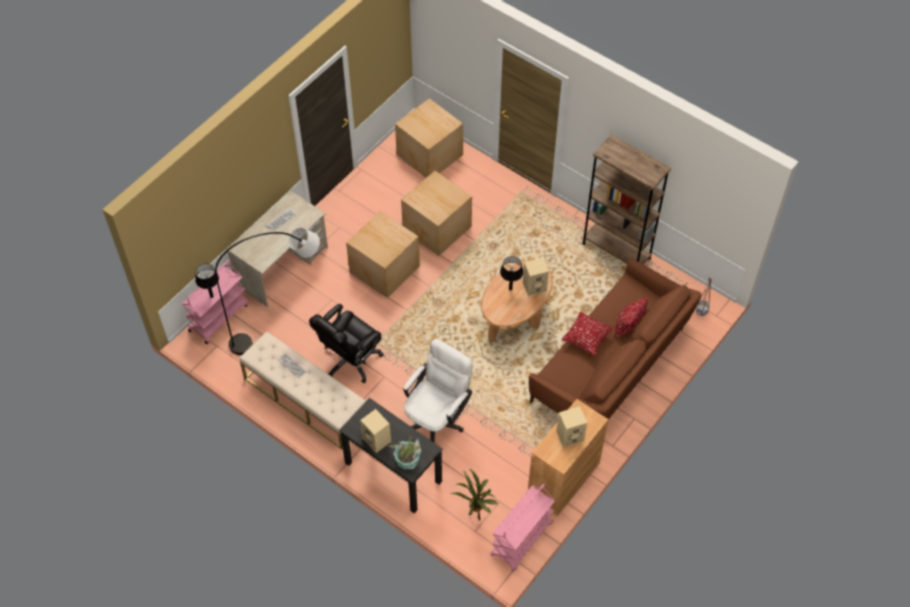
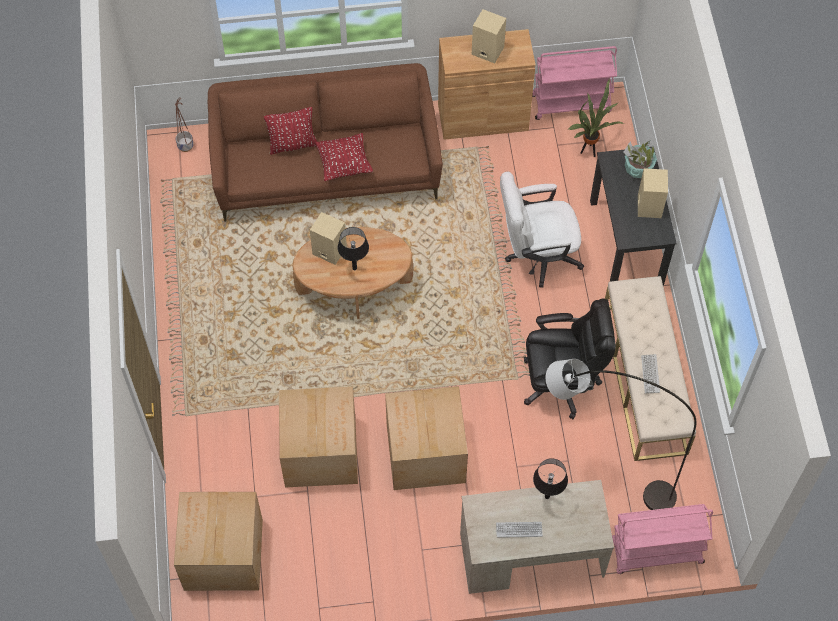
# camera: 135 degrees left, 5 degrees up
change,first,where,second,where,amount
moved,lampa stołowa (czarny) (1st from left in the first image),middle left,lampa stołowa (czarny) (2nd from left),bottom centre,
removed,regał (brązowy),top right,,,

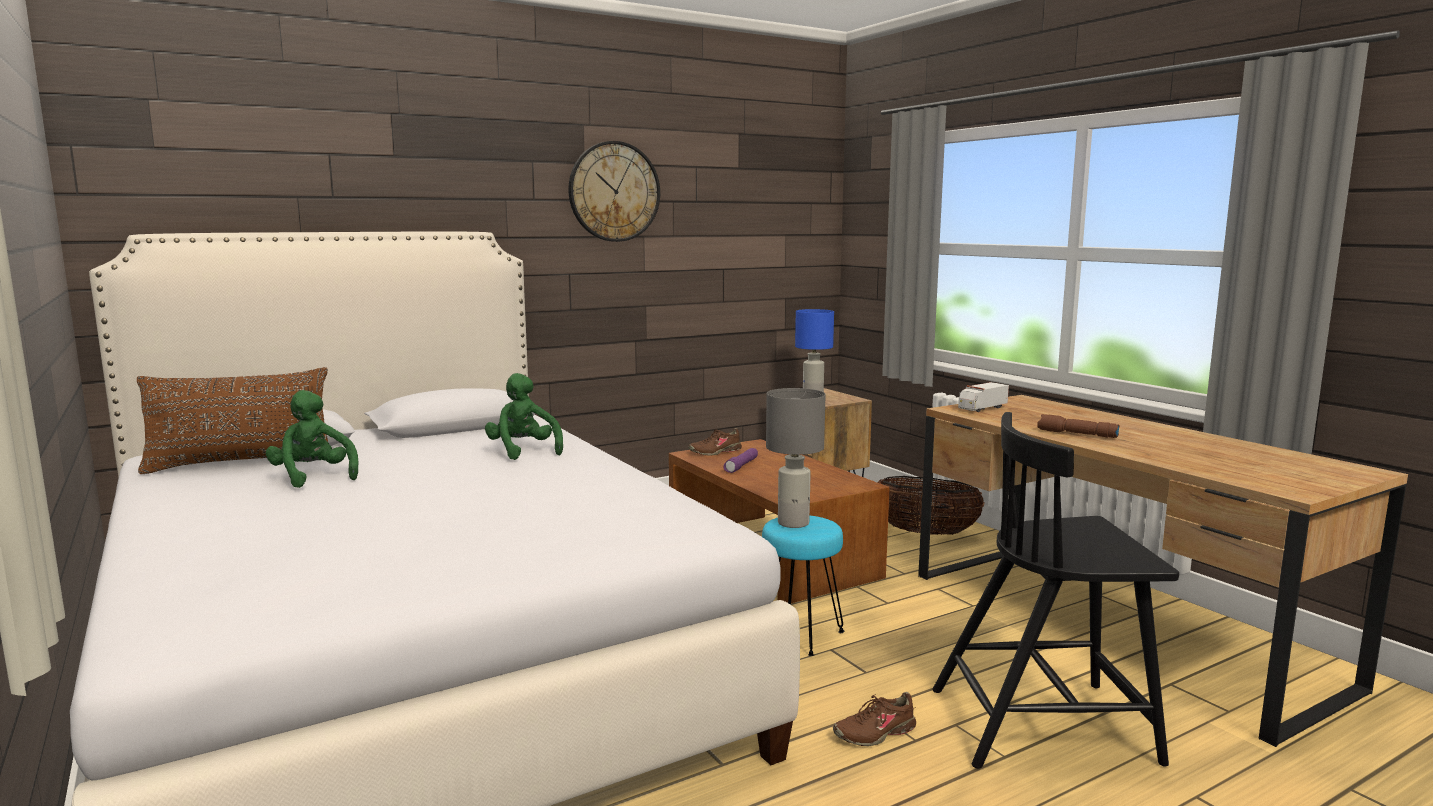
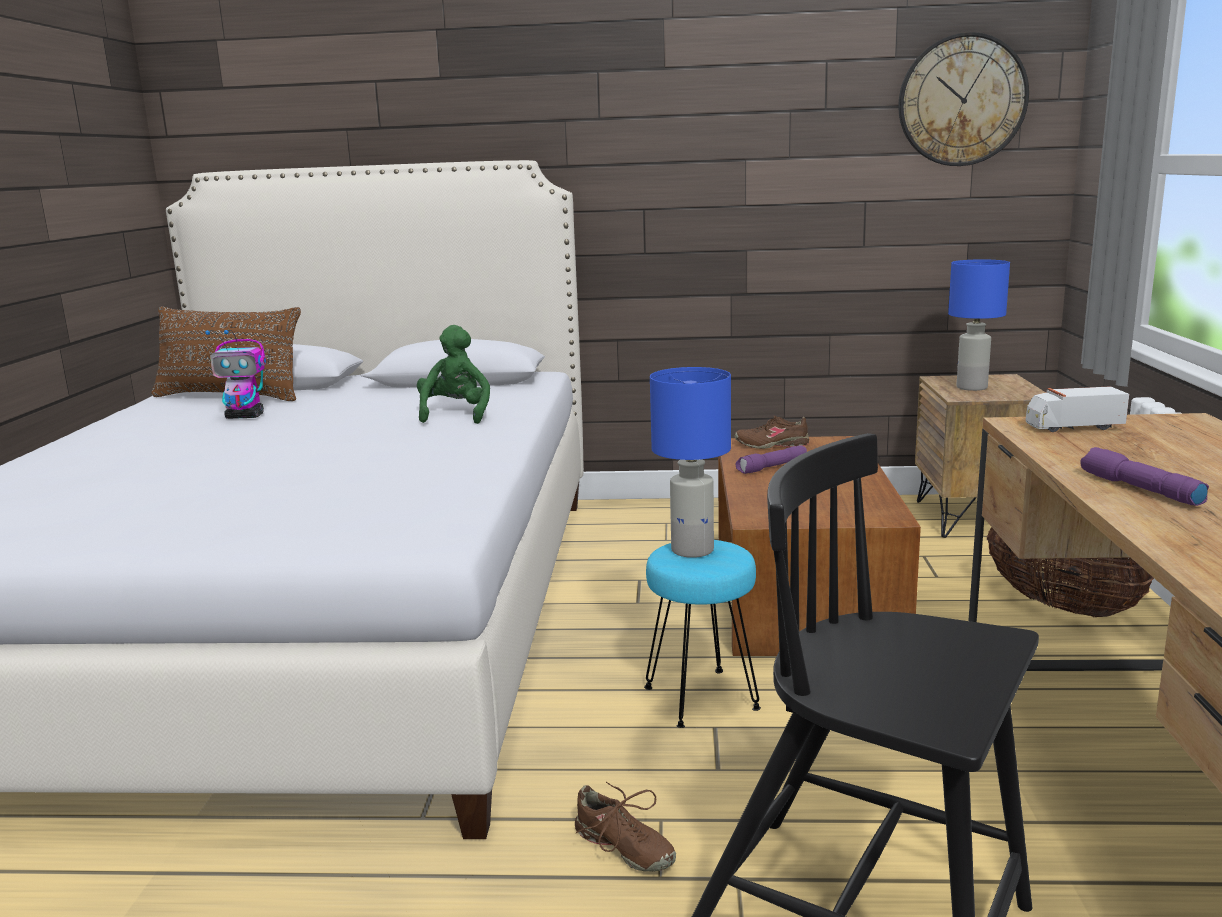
# camera: 35 degrees right, 5 degrees up
change,first,where,second,where,amount
replaced,pluszak (zielony) (1st from left),middle left,robot zabawkowy,middle left,
moved,zegar ścienny,top centre,,top right,
recoloured,lampa stołowa (szary),centre,lampa stołowa (niebieski) (1st from left),centre,
turned,but (brązowy) (2nd from left in the first image),bottom centre,but (brązowy) (1st from left),bottom centre,150 degrees counterclockwise
recoloured,latarka (brązowy),middle right,latarka (fioletowy) (2nd from left),middle right,

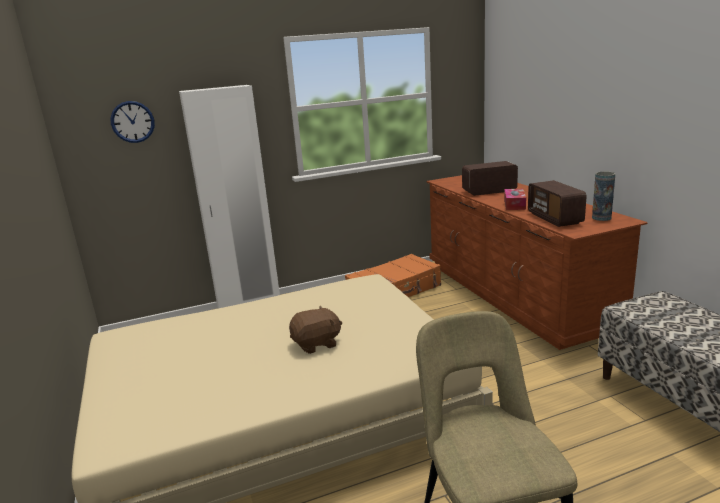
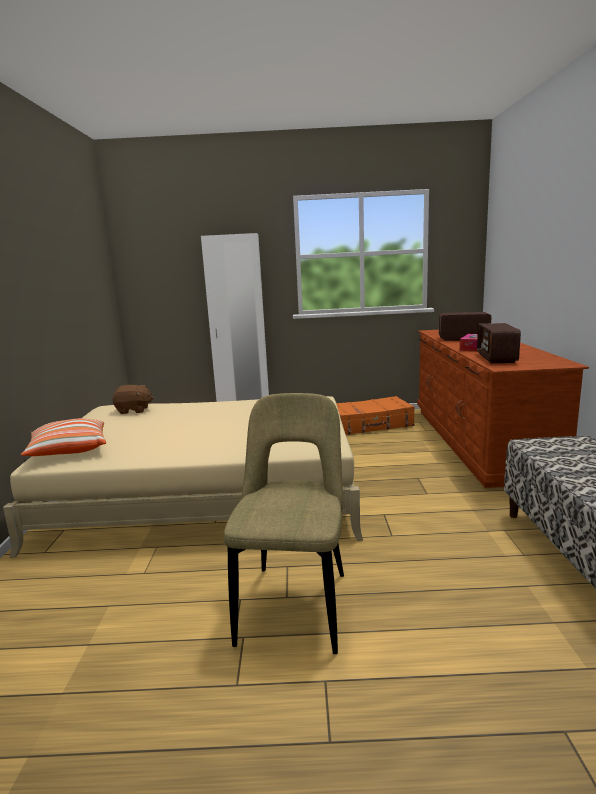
# camera: 20 degrees right, 5 degrees down
change,first,where,second,where,amount
removed,zegar ścienny,top left,,,
moved,pluszak (brązowy),centre,,middle left,
removed,wazon,middle right,,,
added,,,poduszka,middle left,

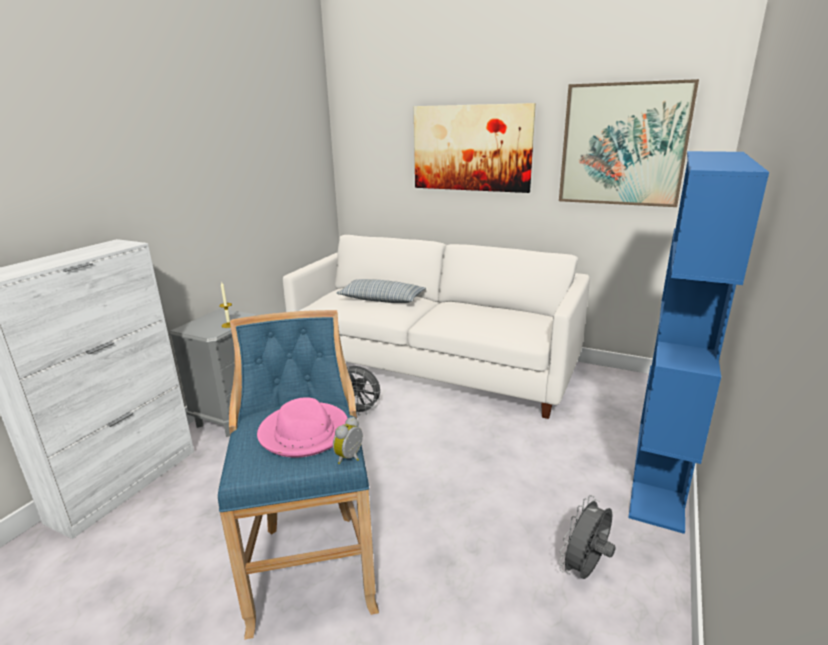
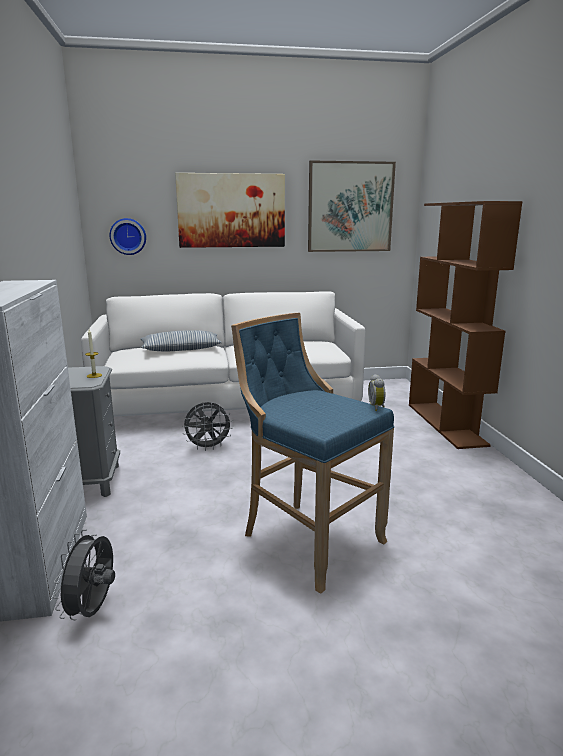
# camera: 35 degrees left, 5 degrees down
change,first,where,second,where,amount
removed,kapelusz (różowy),centre,,,
moved,wentylator (szary) (2nd from left in the first image),bottom right,wentylator (szary) (1st from left),bottom left,
recoloured,regał (niebieski),middle right,regał (brązowy),middle right,
added,,,zegar ścienny,top left,

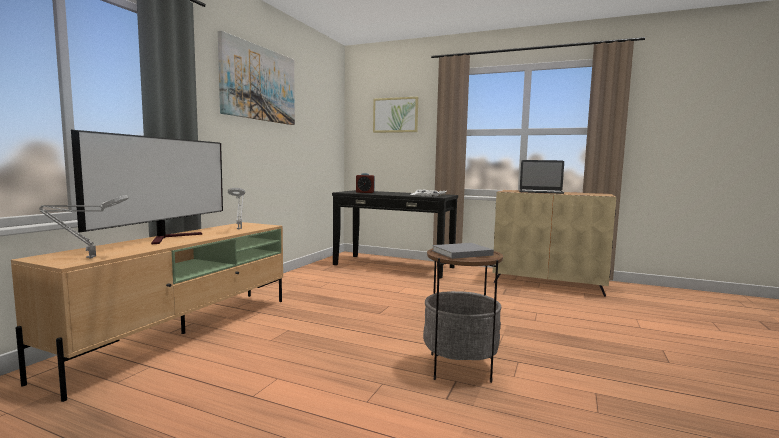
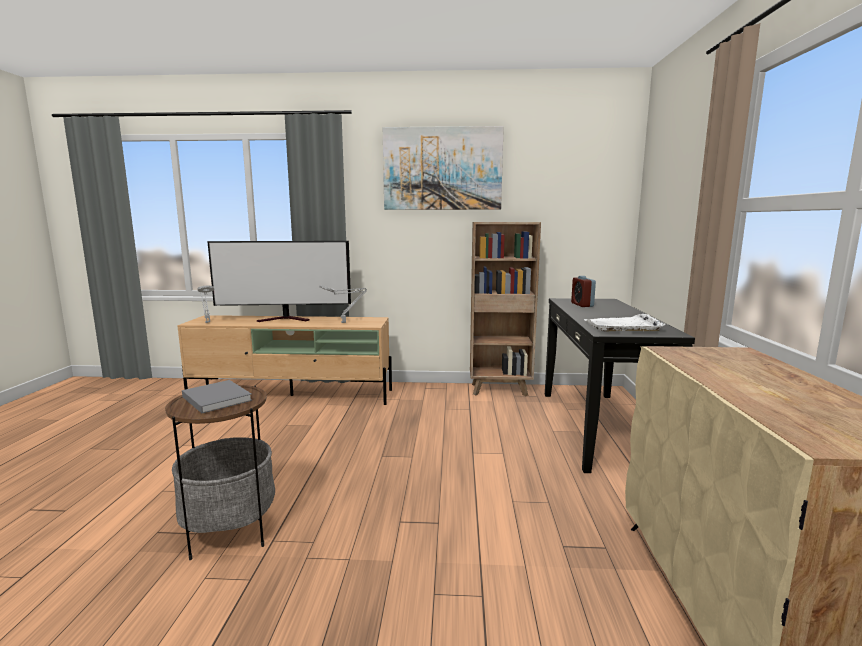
# camera: 70 degrees right, 5 degrees up
change,first,where,second,where,amount
removed,obraz (2nd from left),top centre,,,
removed,laptop,middle right,,,
added,,,regał (brązowy),centre,

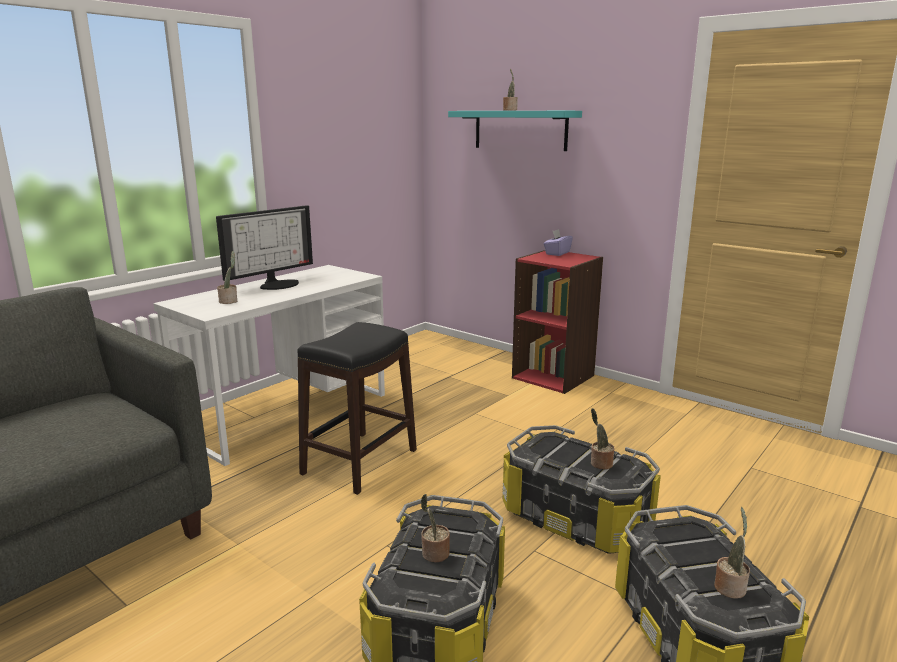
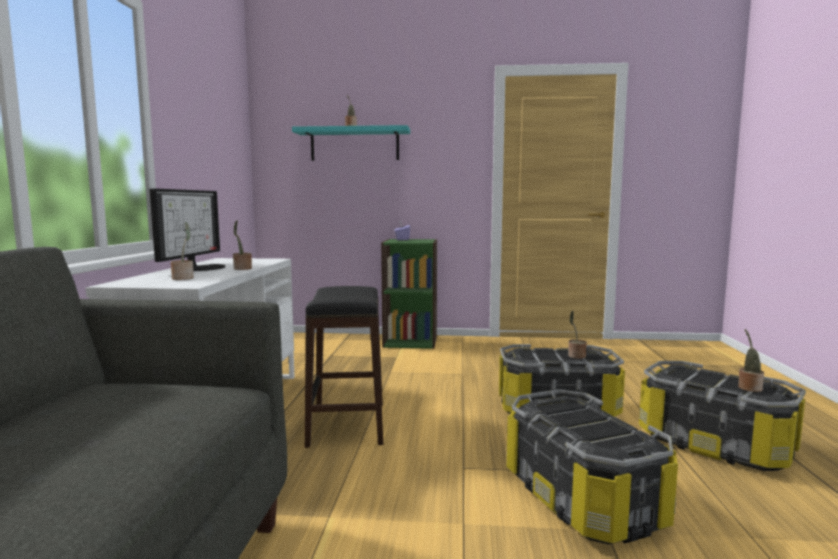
# camera: 35 degrees left, 10 degrees down
change,first,where,second,where,amount
moved,roślina doniczkowa (2nd from left),bottom centre,,middle left,
recoloured,regał (czerwony),centre,regał (zielony),centre,

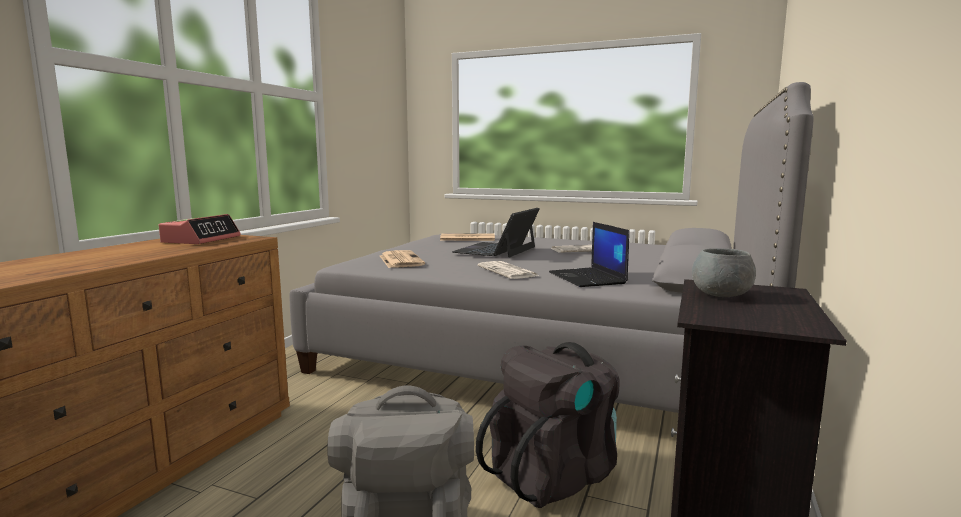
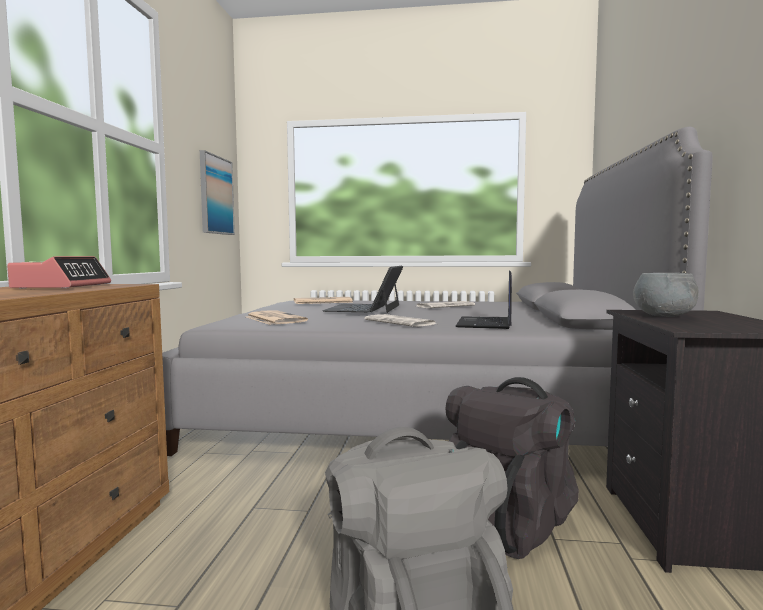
# camera: 15 degrees left, 5 degrees down
change,first,where,second,where,amount
turned,laptop (2nd from left),centre,,centre,45 degrees clockwise
added,,,obraz,top left,

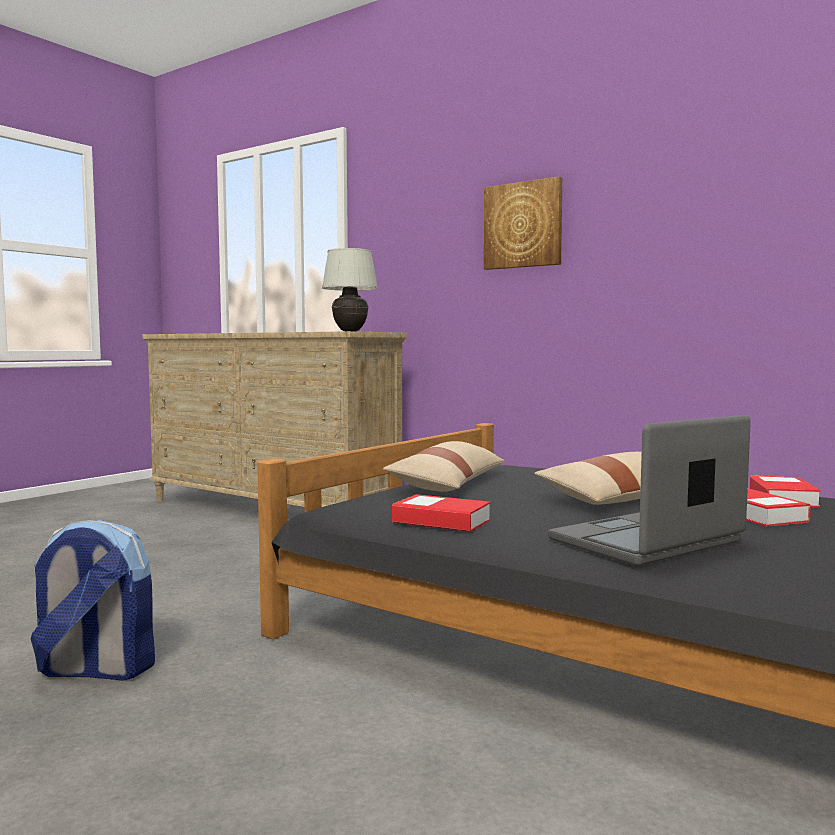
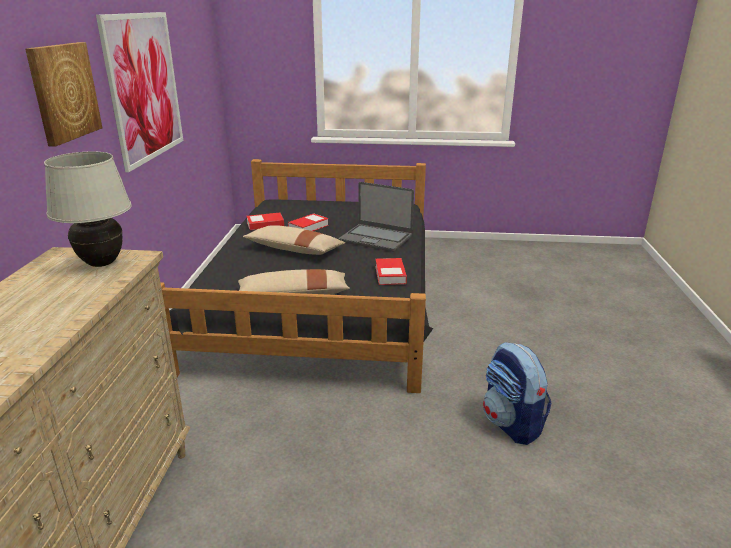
# camera: 120 degrees left, 20 degrees up
change,first,where,second,where,amount
added,,,obraz (2nd from left),top left,

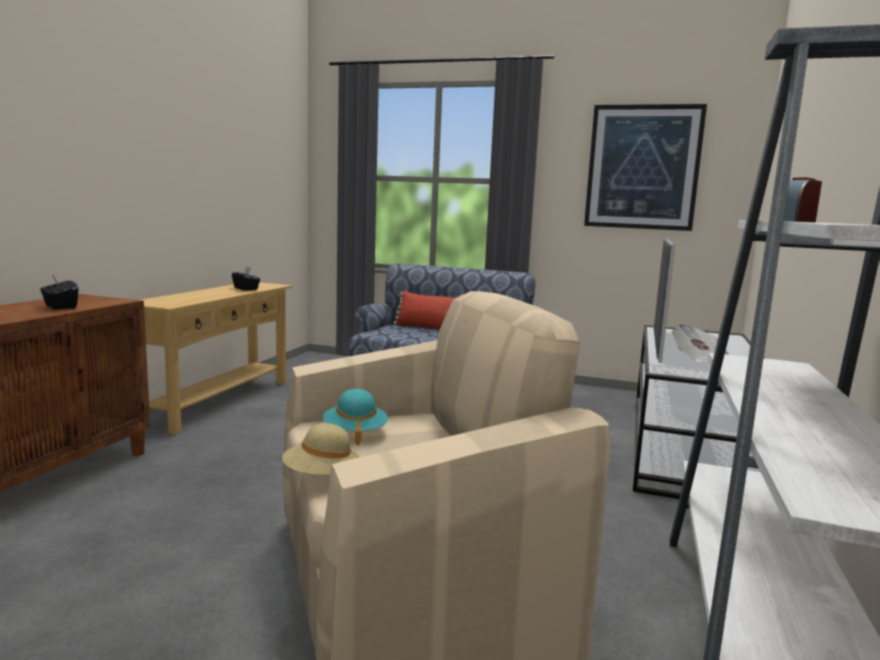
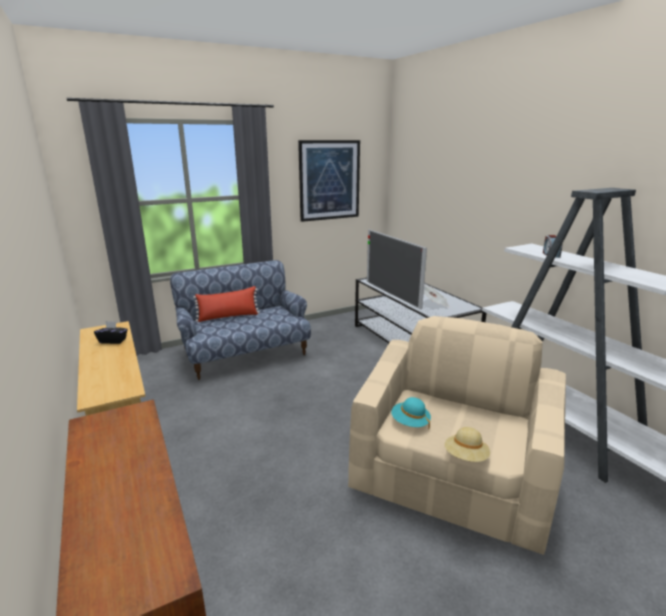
# camera: 45 degrees left, 10 degrees up
change,first,where,second,where,amount
removed,pudełko chusteczek (czarny) (1st from left),middle left,,,

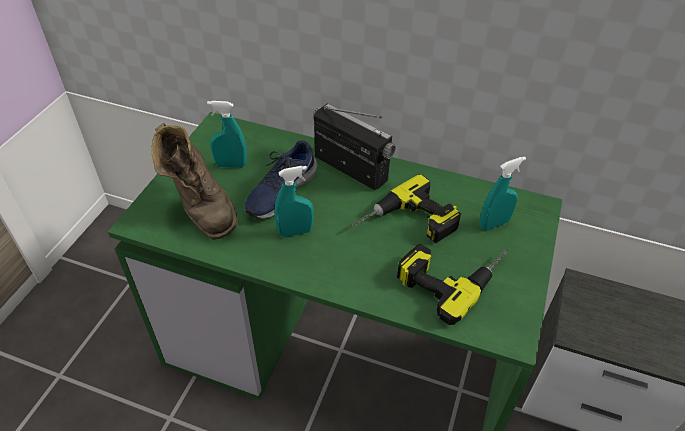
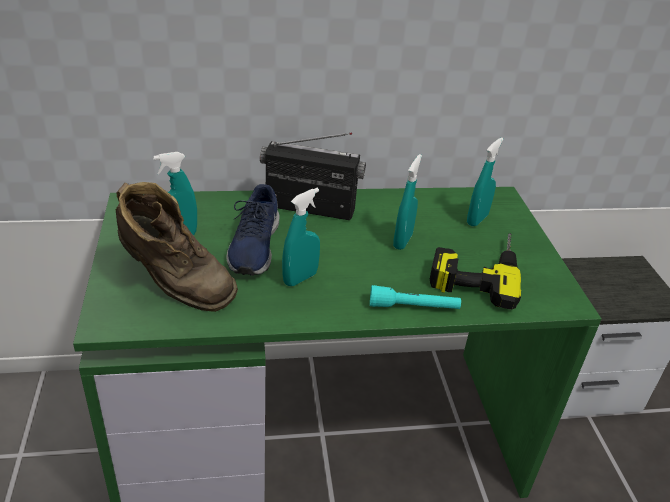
# camera: 30 degrees left, 10 degrees down
change,first,where,second,where,amount
replaced,wiertarka (1st from left),centre,spryskiwacz (turkusowy) (3rd from left),centre,
added,,,latarka (turkusowy),centre,

